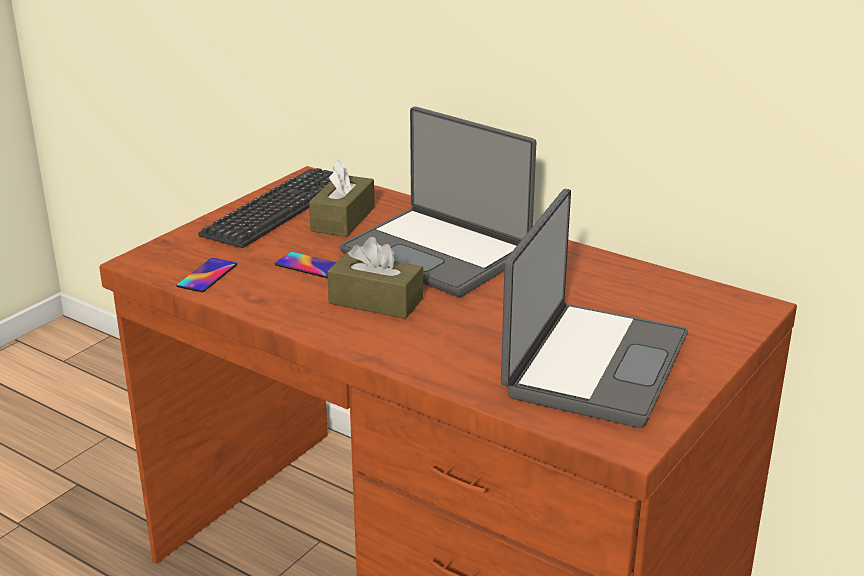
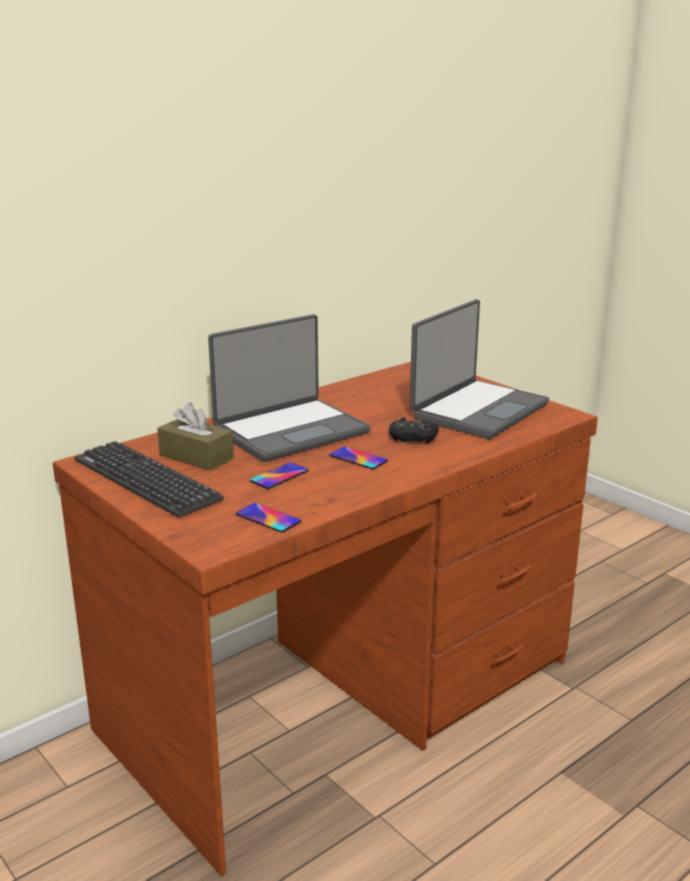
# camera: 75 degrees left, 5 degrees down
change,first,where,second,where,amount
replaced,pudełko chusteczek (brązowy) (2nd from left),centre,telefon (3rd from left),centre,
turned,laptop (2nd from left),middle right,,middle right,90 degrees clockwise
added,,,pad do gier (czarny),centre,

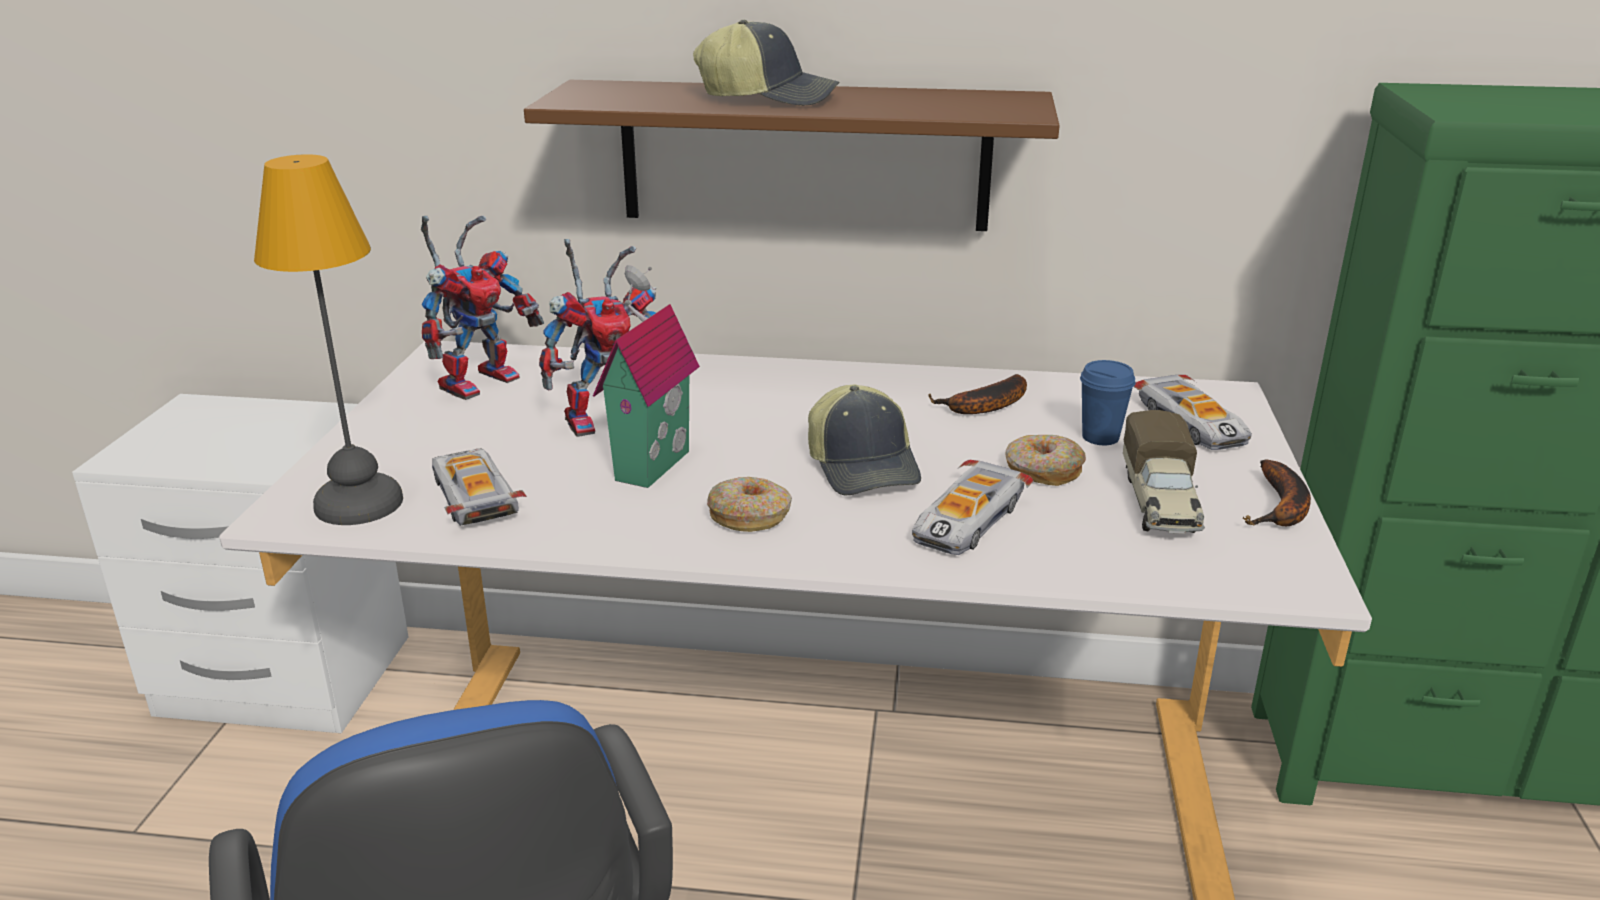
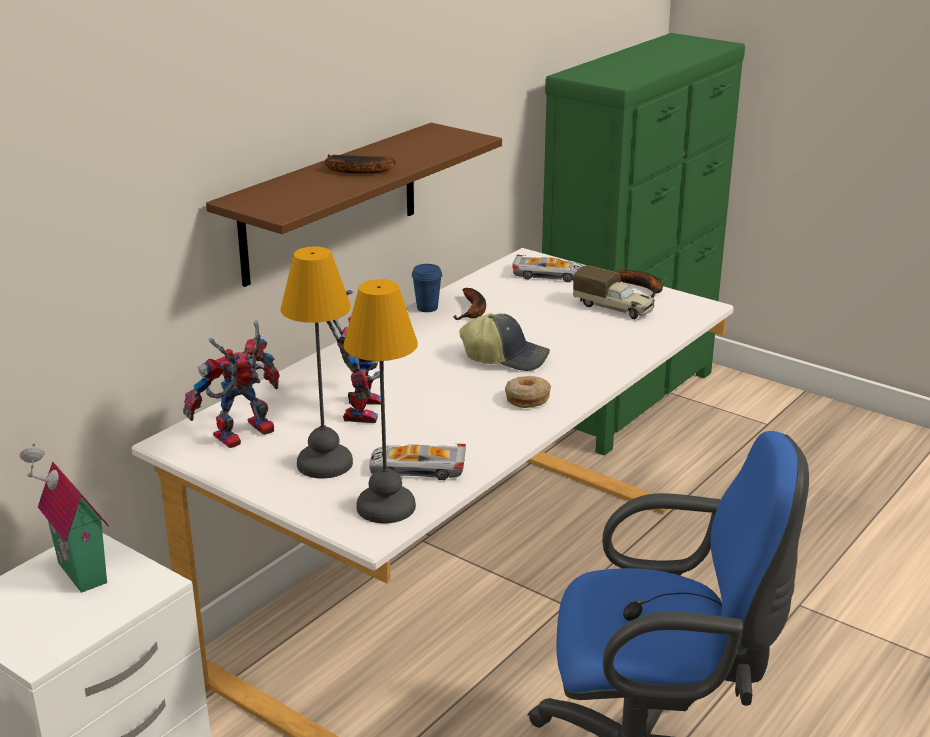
# camera: 60 degrees left, 0 degrees up
change,first,where,second,where,amount
turned,robot zabawkowy (1st from left),middle left,,middle left,105 degrees counterclockwise
moved,domek,centre,,bottom left,
replaced,czapka z daszkiem (1st from left),top centre,banan (1st from left),top centre,
removed,samochodzik (2nd from left),centre,,,
removed,donut (2nd from left),centre,,,
moved,filiżanka (niebieski),middle right,,centre,
added,,,lampa stołowa (1st from left),centre,

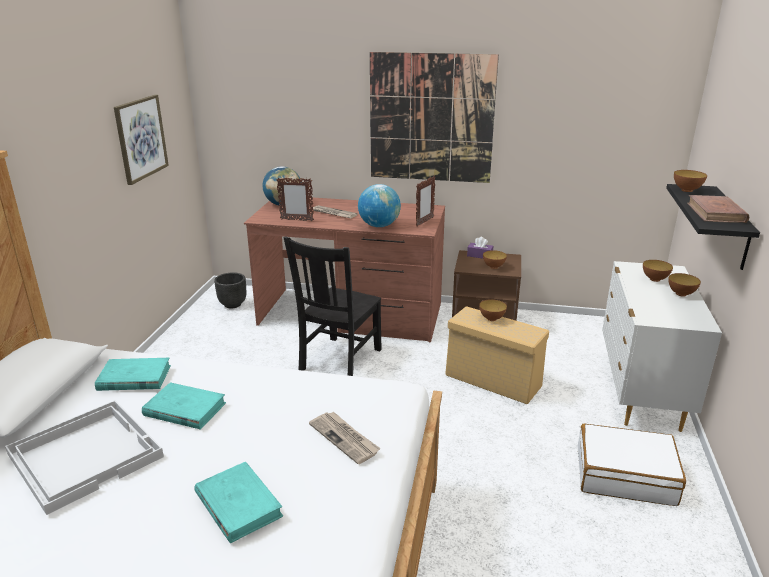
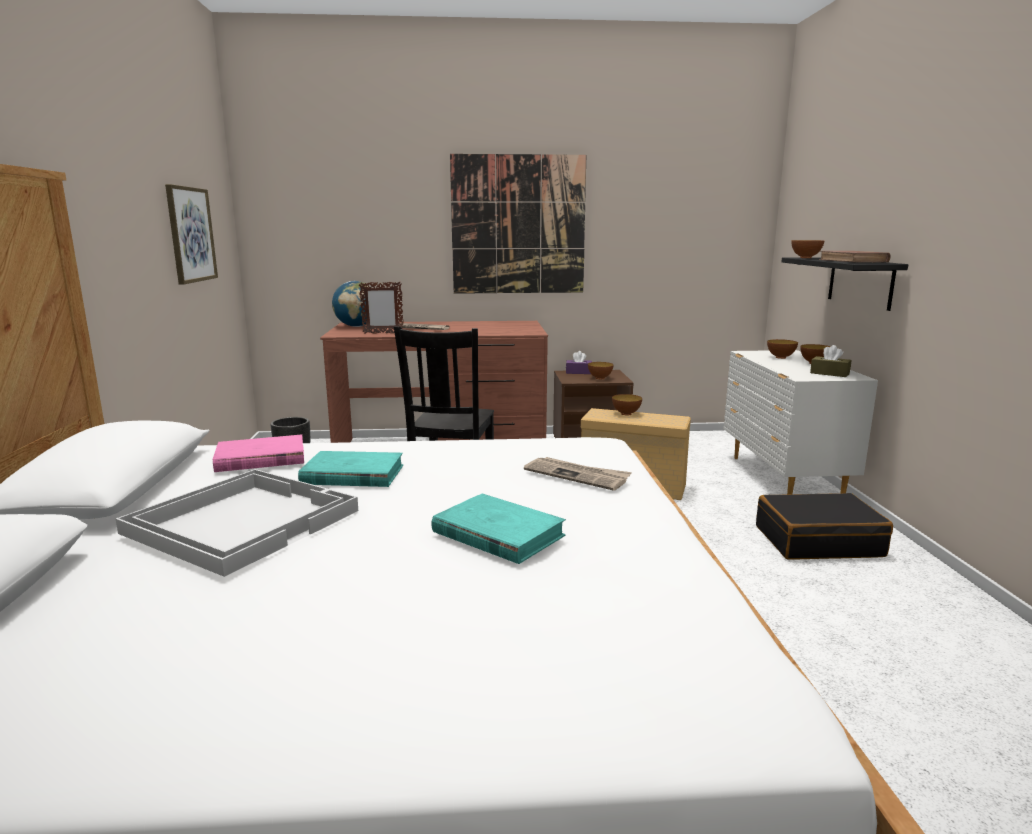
# camera: 15 degrees left, 10 degrees down
change,first,where,second,where,amount
recoloured,książka (turkusowy) (1st from left),middle left,książka (różowy),middle left,
removed,globus (2nd from left),centre,,,
removed,ramka na zdjęcie (2nd from left),centre,,,
recoloured,walizka (biały),bottom right,walizka (czarny),middle right,
added,,,pudełko chusteczek (brązowy),middle right,

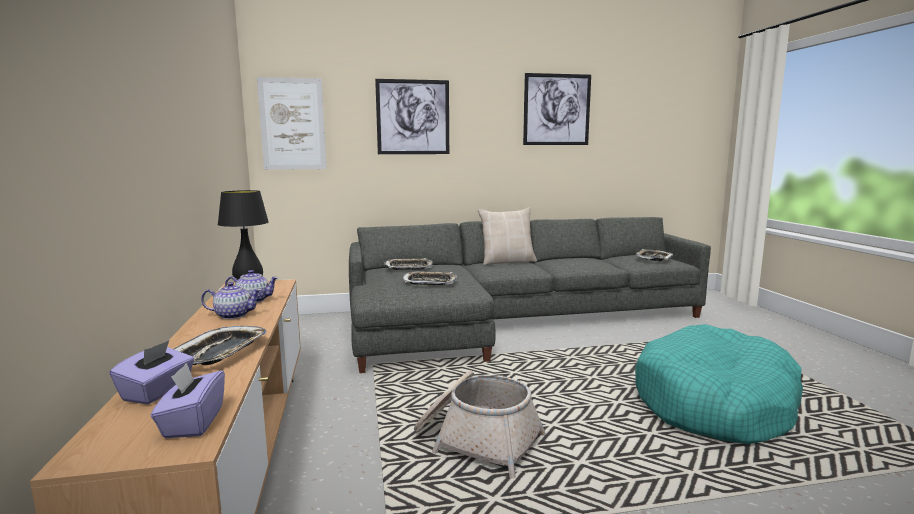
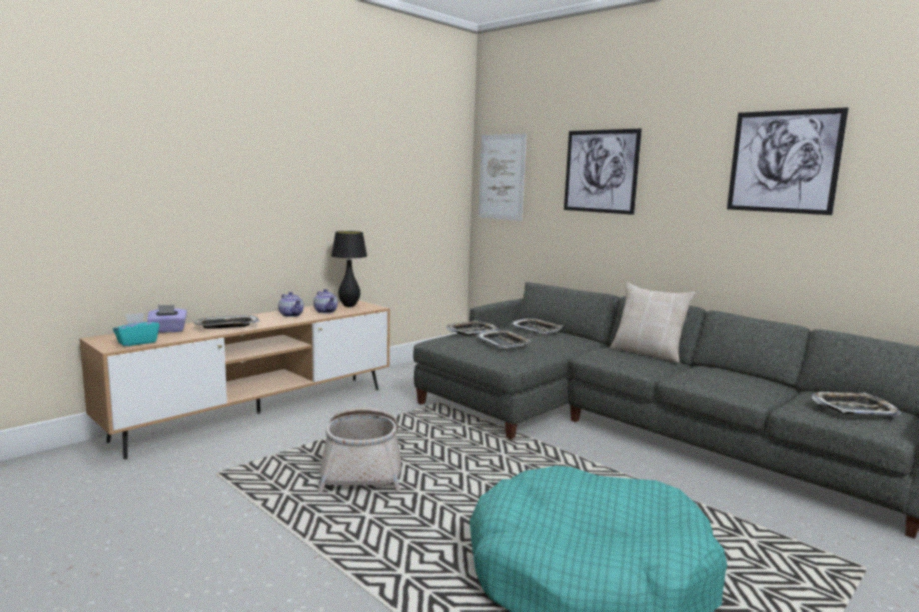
# camera: 55 degrees right, 0 degrees up
change,first,where,second,where,amount
recoloured,pudełko chusteczek (fioletowy) (2nd from left),bottom left,pudełko chusteczek (turkusowy),middle left,
added,,,taca (2nd from left),centre,

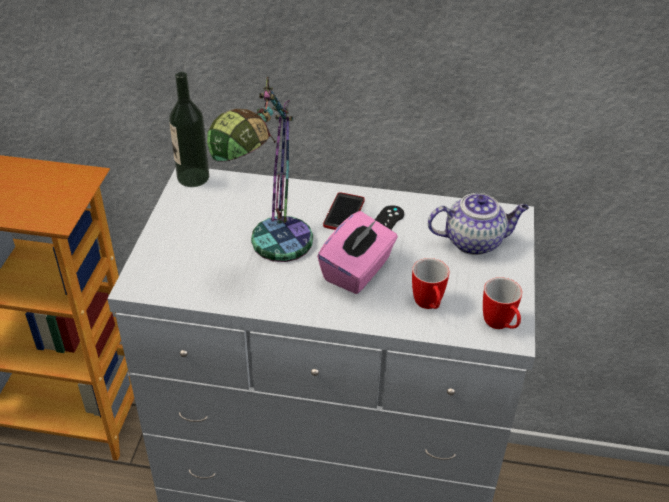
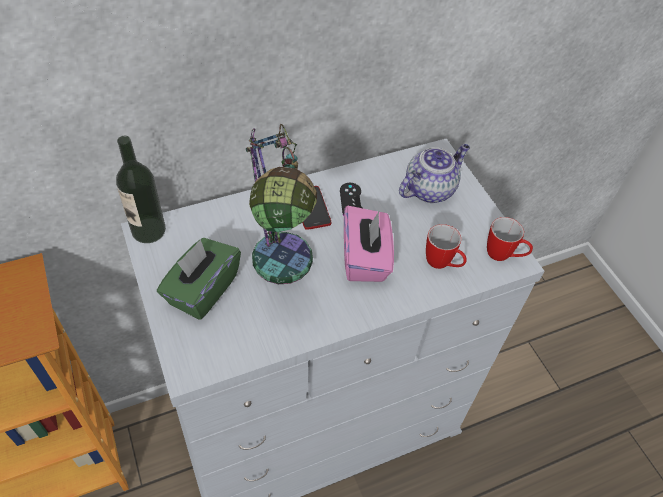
# camera: 35 degrees left, 10 degrees up
change,first,where,second,where,amount
added,,,pudełko chusteczek (zielony),middle left,

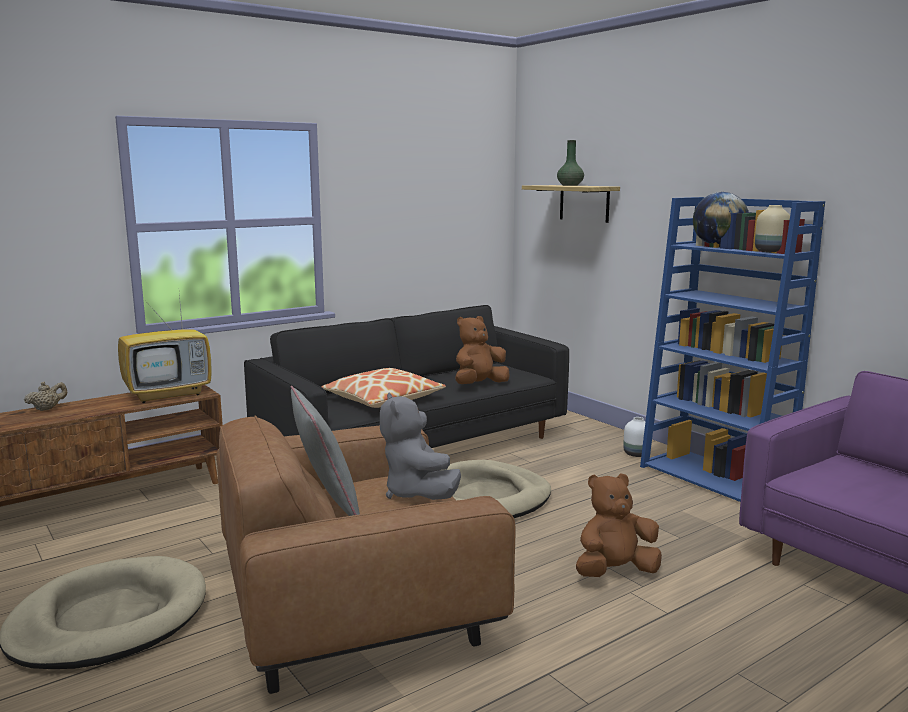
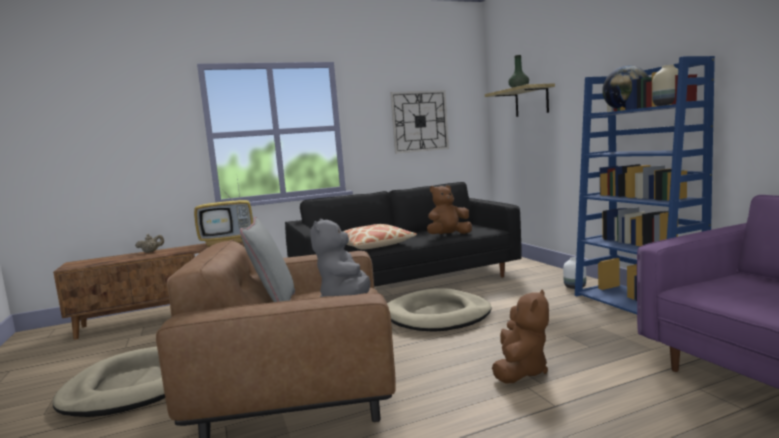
# camera: 15 degrees right, 5 degrees down
change,first,where,second,where,amount
turned,pluszak (brązowy) (2nd from left),bottom right,,bottom right,120 degrees clockwise
added,,,zegar ścienny,top centre,

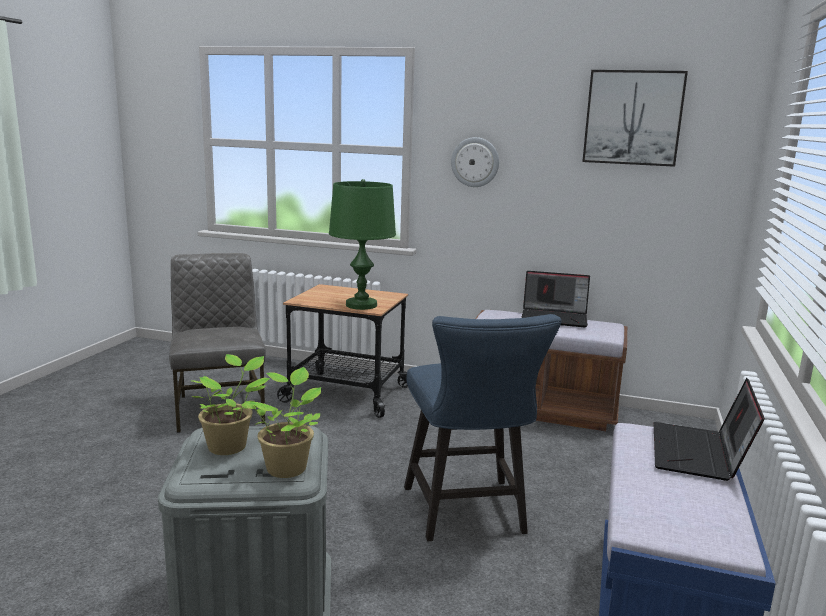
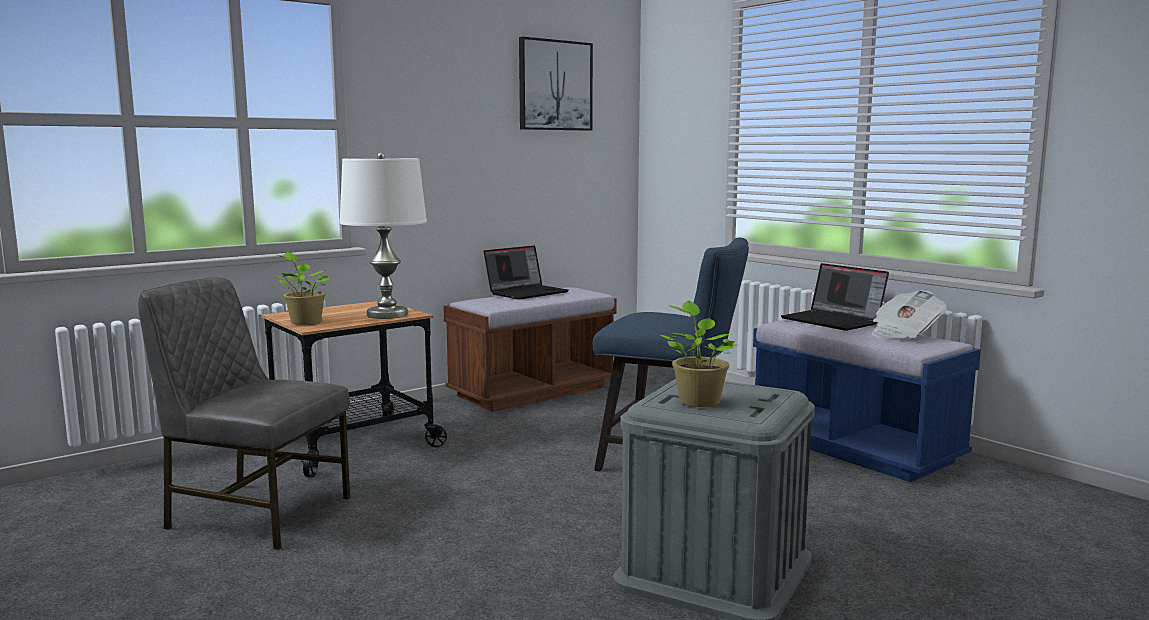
# camera: 55 degrees left, 5 degrees down
change,first,where,second,where,amount
moved,roślina doniczkowa (2nd from left in the first image),bottom centre,roślina doniczkowa (1st from left),middle left,
recoloured,lampa stołowa (zielony),centre,lampa stołowa (biały),centre,
removed,zegar ścienny,top centre,,,
added,,,gazeta,middle right,

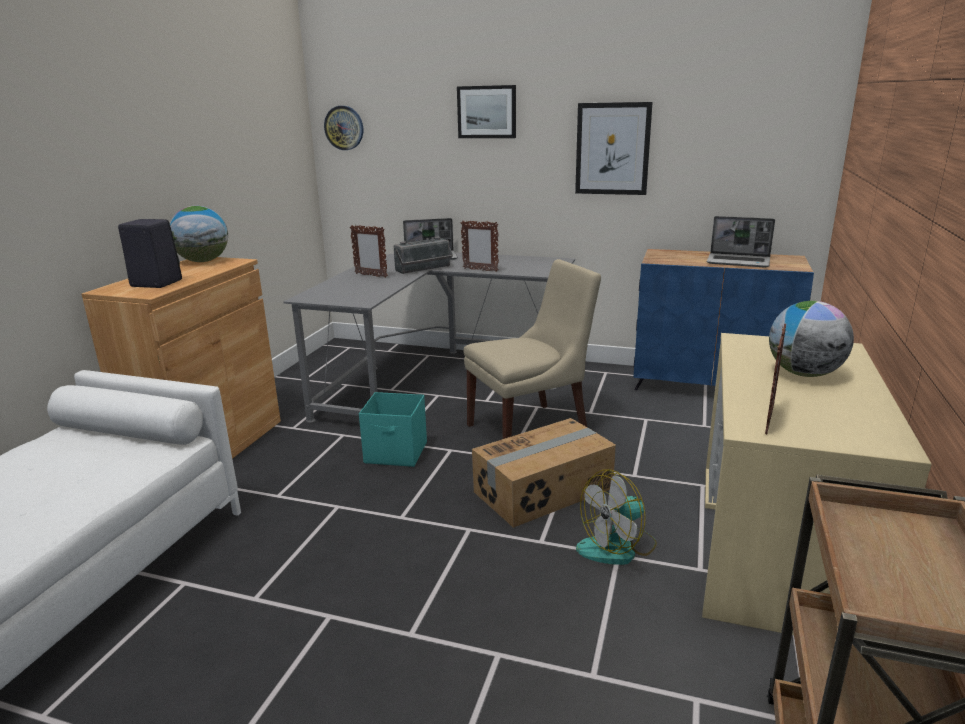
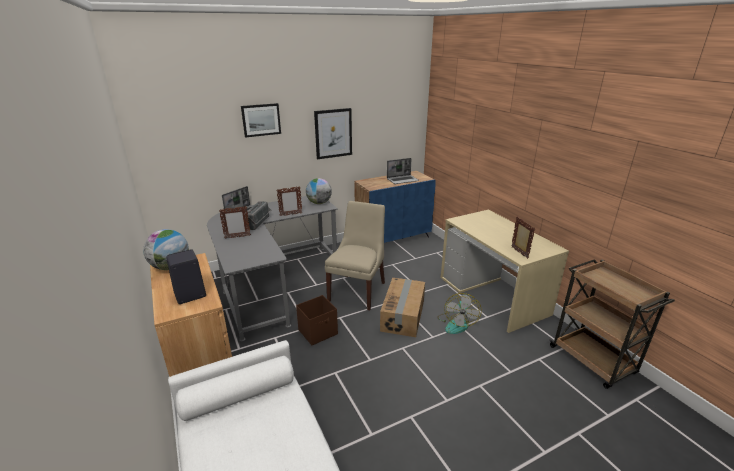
# camera: 45 degrees left, 5 degrees up
change,first,where,second,where,amount
removed,zegar ścienny,top centre,,,
recoloured,pojemnik do przechowywania (turkusowy),centre,pojemnik do przechowywania (brązowy),bottom centre,
moved,globus (2nd from left),middle right,,centre,

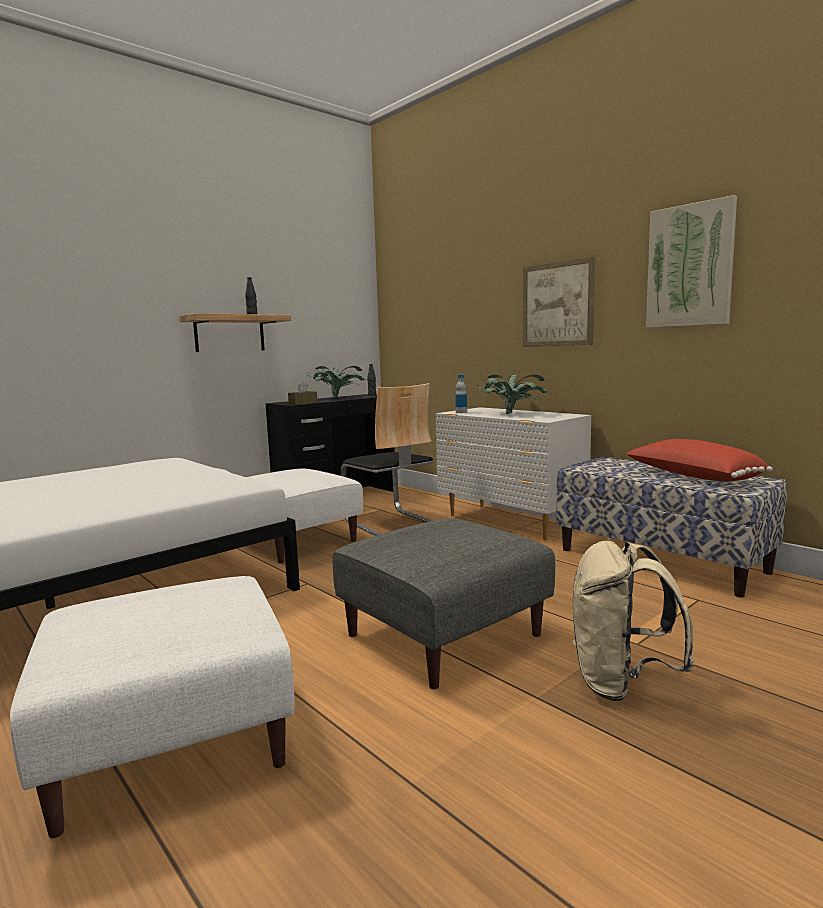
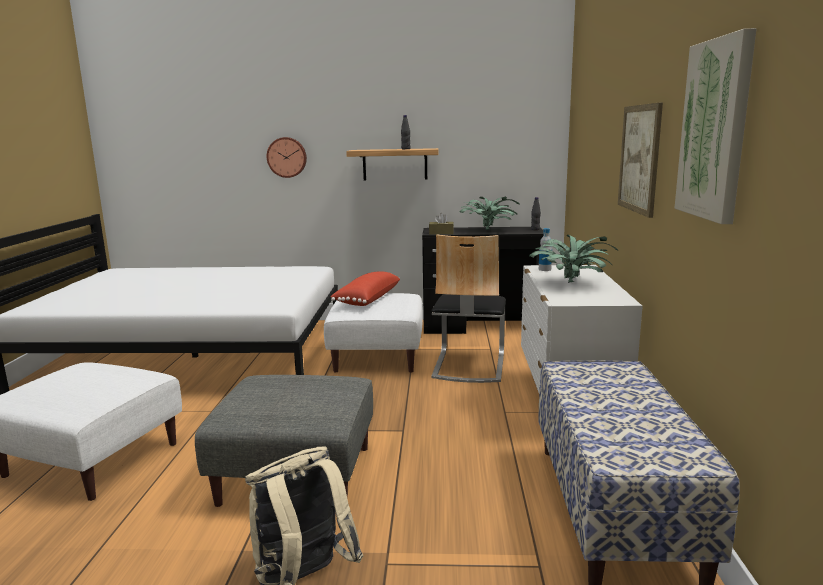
# camera: 45 degrees right, 5 degrees up
change,first,where,second,where,amount
moved,poduszka (czerwony),middle right,,centre,
added,,,zegar ścienny,top centre,

